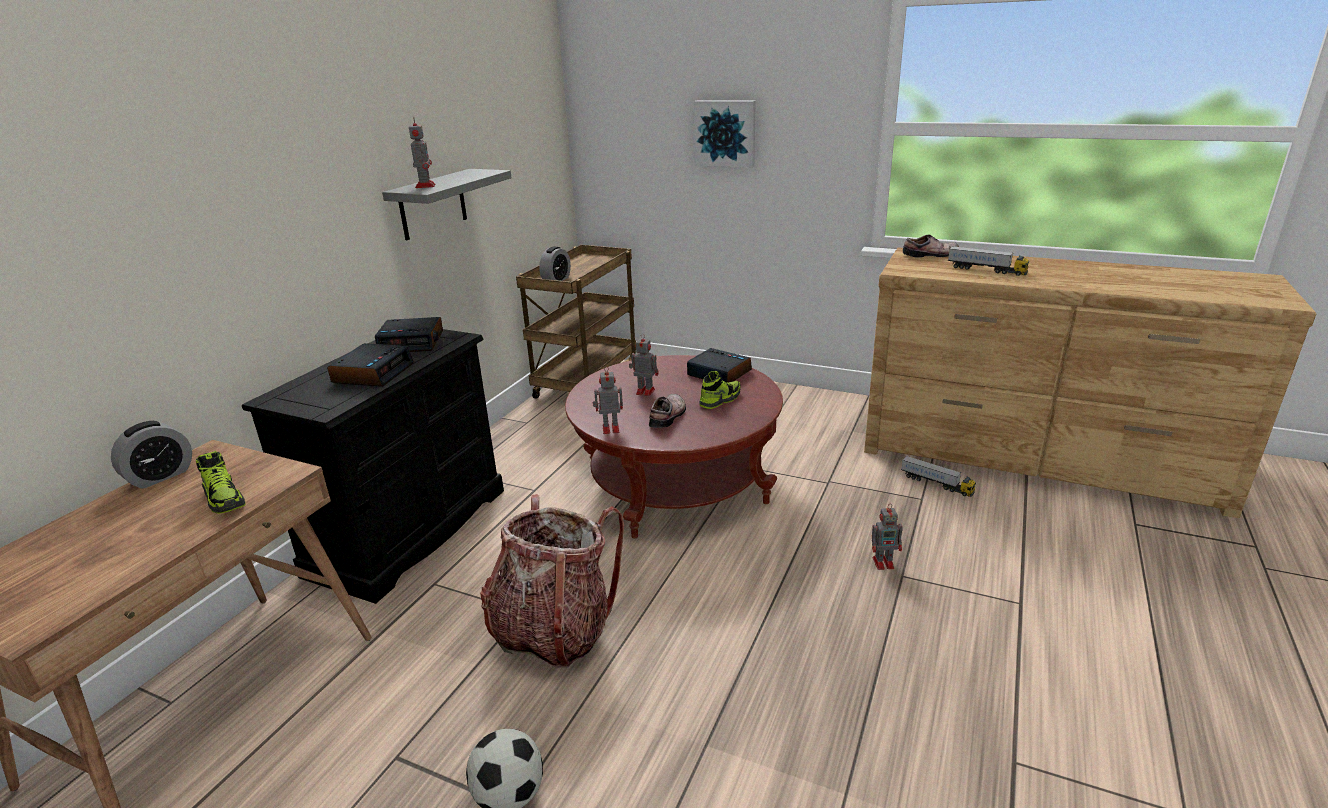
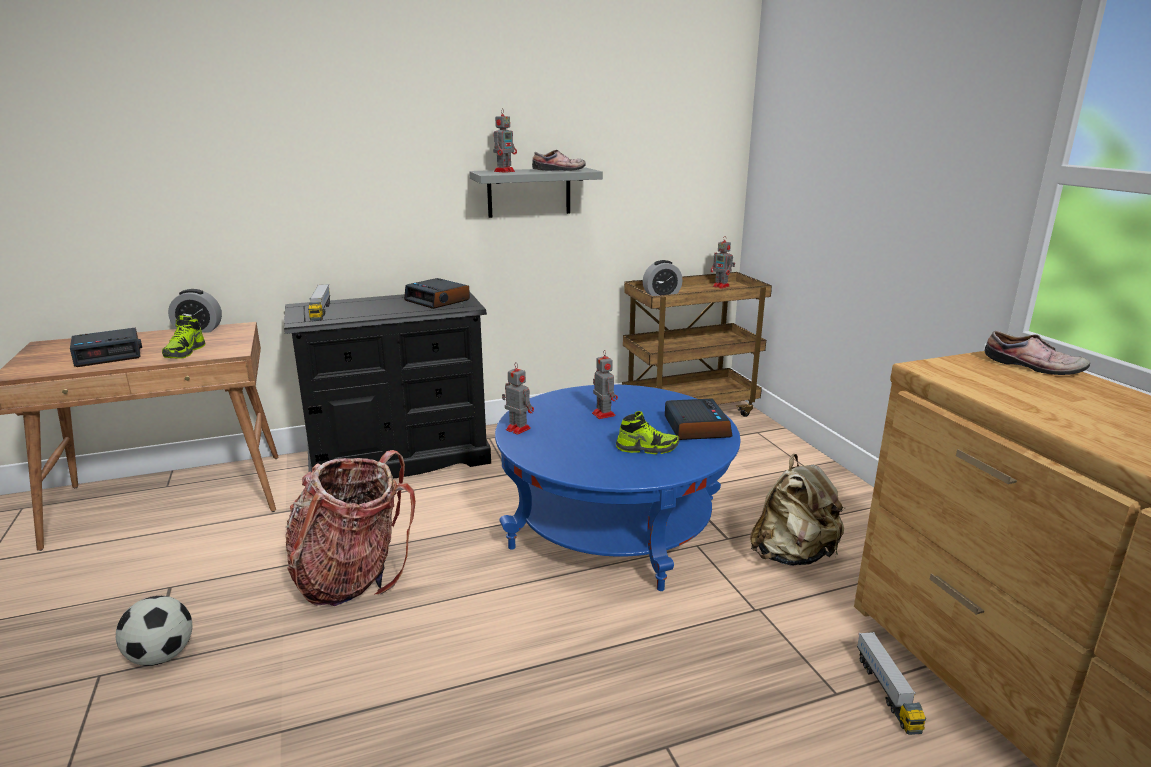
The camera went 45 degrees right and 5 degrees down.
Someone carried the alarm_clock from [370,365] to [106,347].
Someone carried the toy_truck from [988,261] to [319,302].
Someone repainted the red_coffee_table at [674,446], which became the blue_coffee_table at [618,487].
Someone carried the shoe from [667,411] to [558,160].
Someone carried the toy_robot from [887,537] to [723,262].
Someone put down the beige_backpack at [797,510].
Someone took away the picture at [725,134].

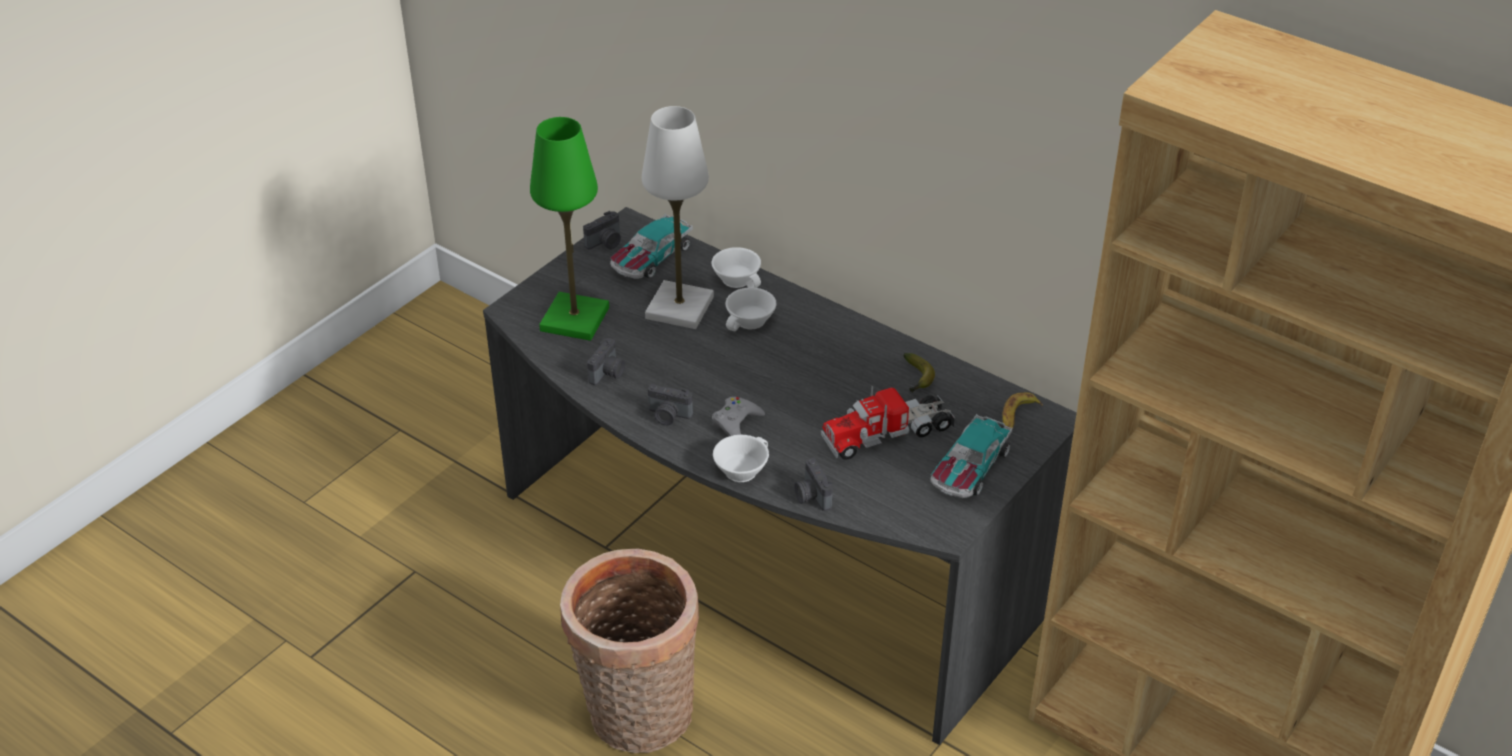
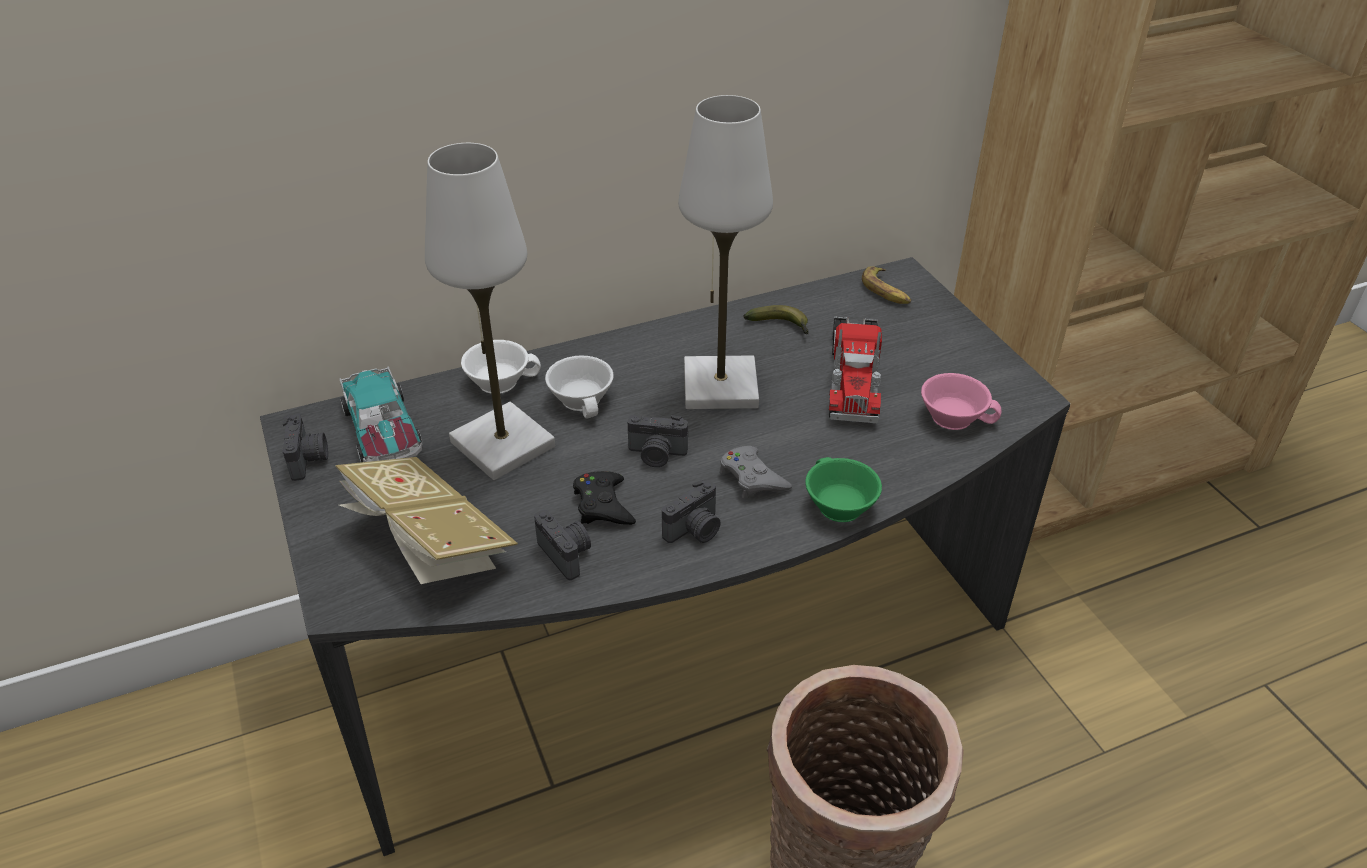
The camera went 60 degrees left and 0 degrees up.
Someone swapped the green_table_lamp at [569,229] for the book at [426,520].
Someone put down the black_game_controller at [604,498].
Someone carried the photo_camera from [813,484] to [658,441].
Someone put down the white_table_lamp at [725,252].
Someone repainted the white_cup at [741,458], which became the green_cup at [843,489].
Someone put down the pink_cup at [961,401].
Someone took away the toy_car at [971,456].

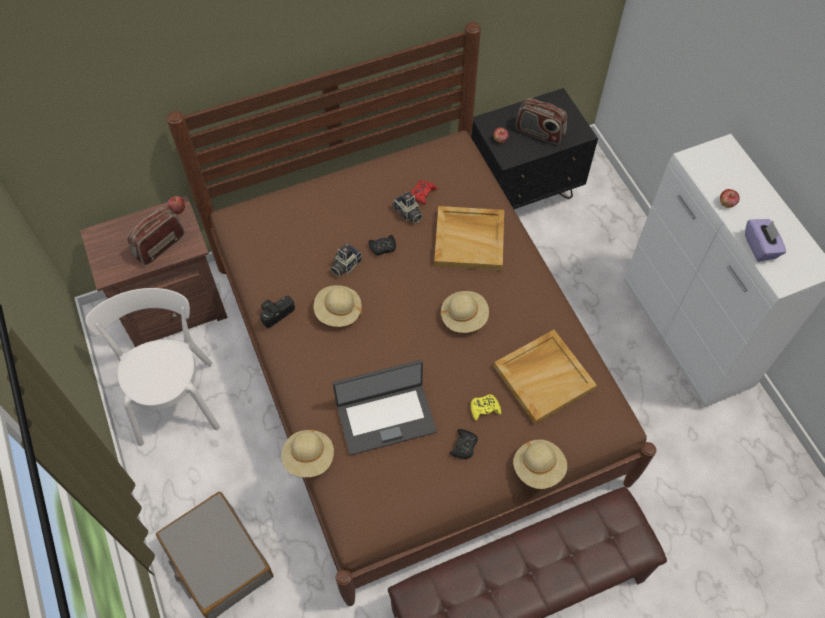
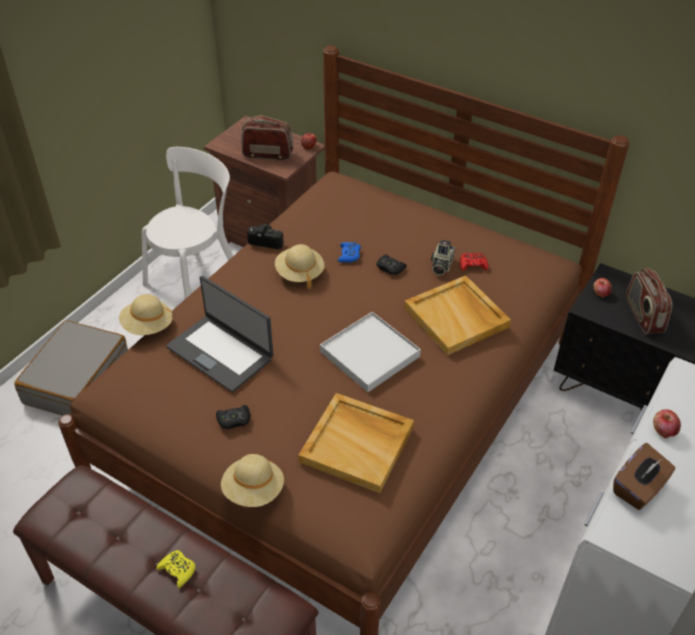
The camera went 55 degrees right and 15 degrees down.
Someone carried the yellow_game_controller from [486,407] to [175,569].
Someone swapped the beige_hat at [464,312] for the white_tray at [370,352].
Someone swapped the photo_camera at [346,260] for the blue_game_controller at [349,252].
Someone repainted the purple_tissue_box at [765,240], which became the brown_tissue_box at [644,476].

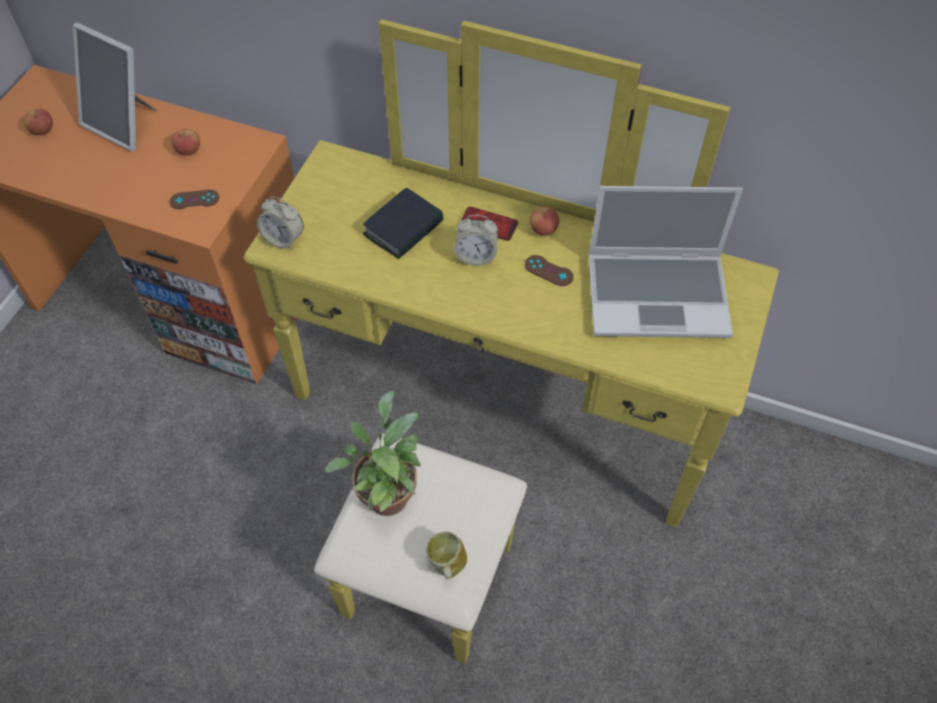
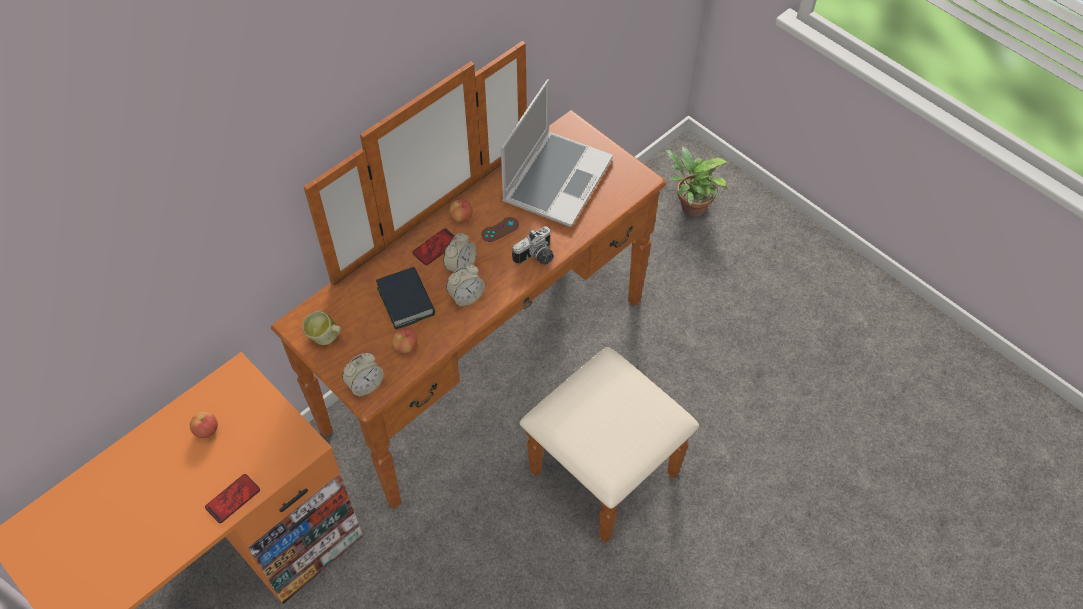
The camera went 65 degrees left and 0 degrees up.
Someone put down the phone at [232,498].
Someone repainted the yellow_dresser at [511,341], which became the brown_dresser at [485,292].
Someone carried the mug from [446,555] to [321,328].
Someone carried the apple from [38,122] to [405,340].
Someone put down the alarm_clock at [465,285].
Someone put down the photo_camera at [533,245].
Someone carried the potted_plant from [373,453] to [697,182].
Someone took away the picture_frame at [115,87].
Someone took away the brown_game_controller at [194,199].

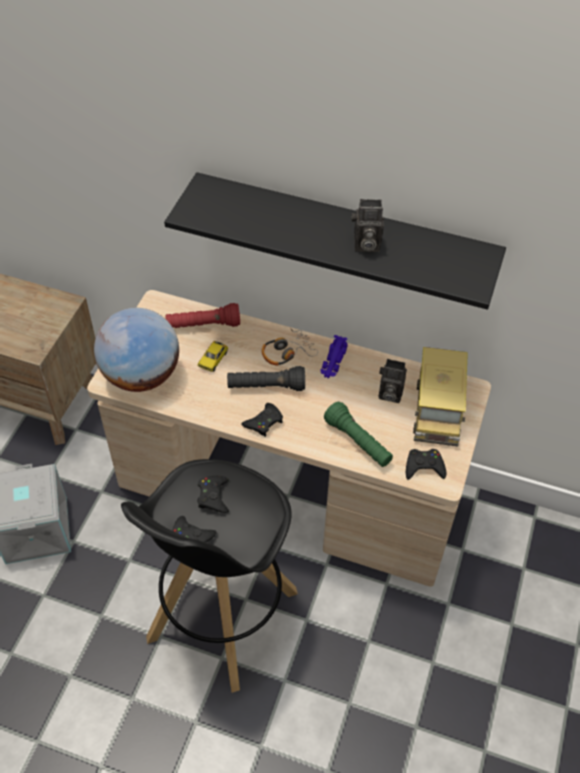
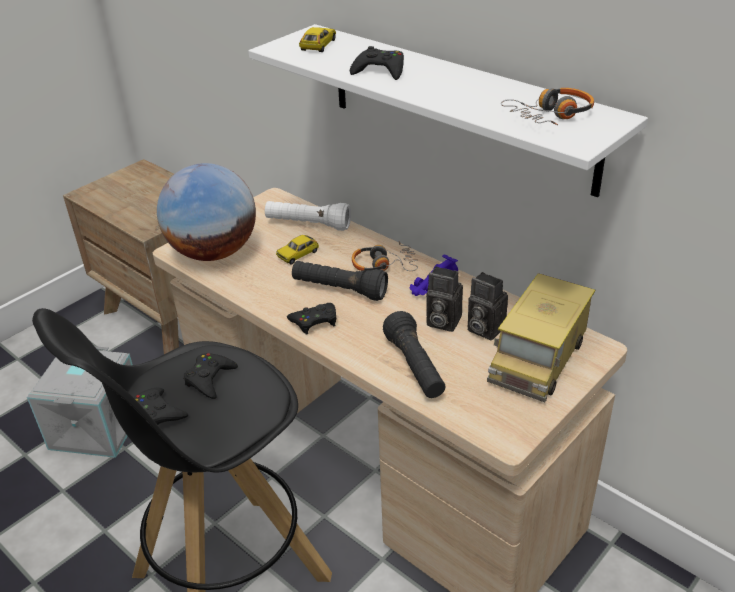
The camera went 25 degrees right and 15 degrees down.
Someone repainted the black_shelf at [335,241], which became the white_shelf at [448,111].
Someone repainted the red_flashlight at [202,315], which became the white_flashlight at [308,216].
Someone put down the toy_car at [317,39].
Someone carried the black_game_controller from [426,464] to [377,63].
Someone repainted the green_flashlight at [358,434], which became the black_flashlight at [414,354].
Someone carried the photo_camera from [367,225] to [444,299].
Someone put down the headphones at [547,106].

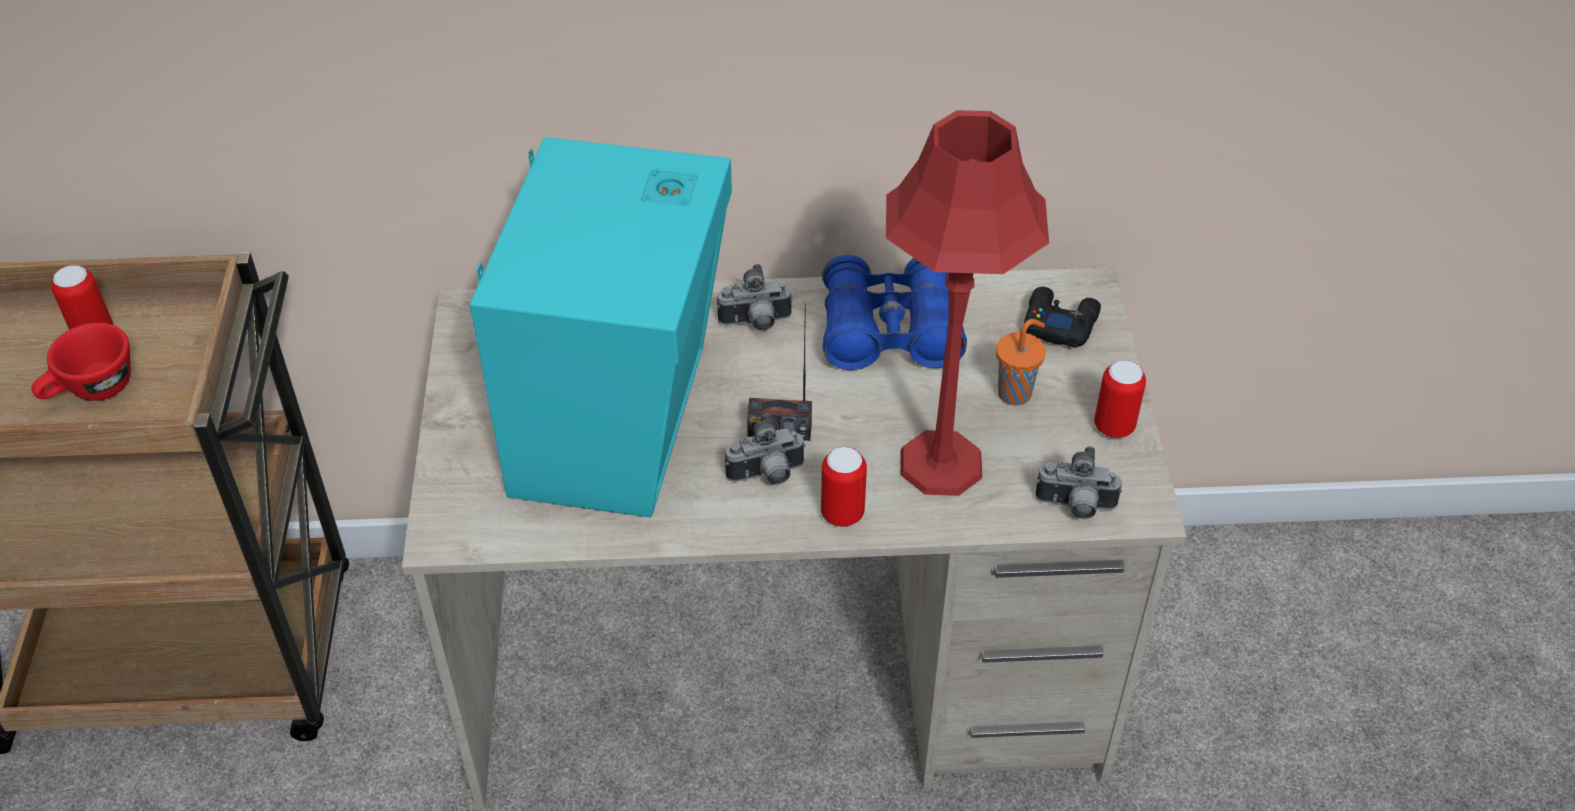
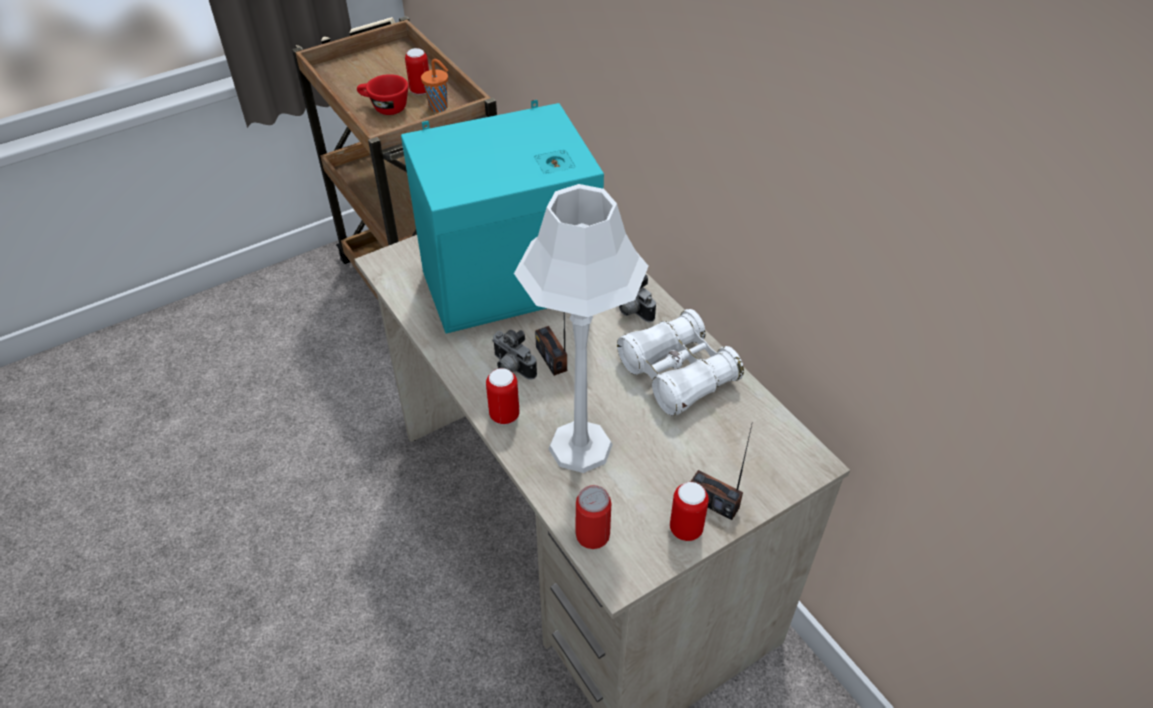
The camera went 60 degrees right and 0 degrees up.
Someone carried the orange_cup from [1021,362] to [434,85].
Someone repainted the red_table_lamp at [967,303], which became the white_table_lamp at [581,328].
Someone swapped the photo_camera at [1078,482] for the can at [593,517].
Someone repainted the blue_binoculars at [894,312], which became the white_binoculars at [680,362].
Someone put down the radio at [721,472].
Someone took away the black_game_controller at [1062,317].

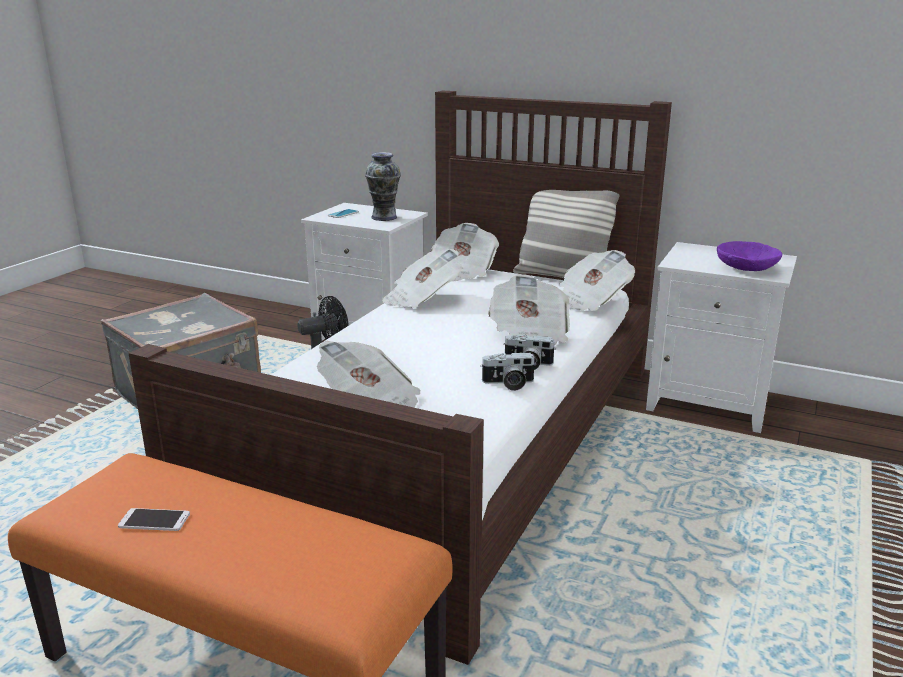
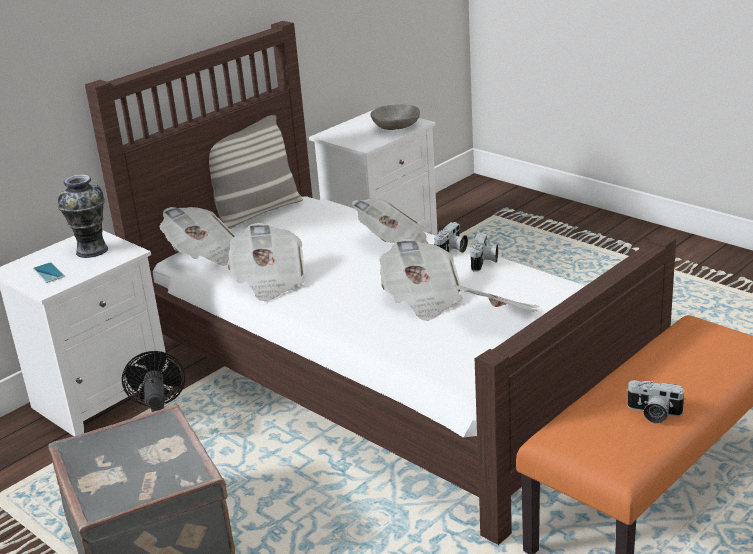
The camera went 70 degrees left and 5 degrees up.
Someone repainted the purple_bowl at [749,256], which became the grey_bowl at [395,117].
Someone carried the newspaper from [597,280] to [421,279].
Someone swapped the phone at [154,519] for the photo_camera at [656,402].

